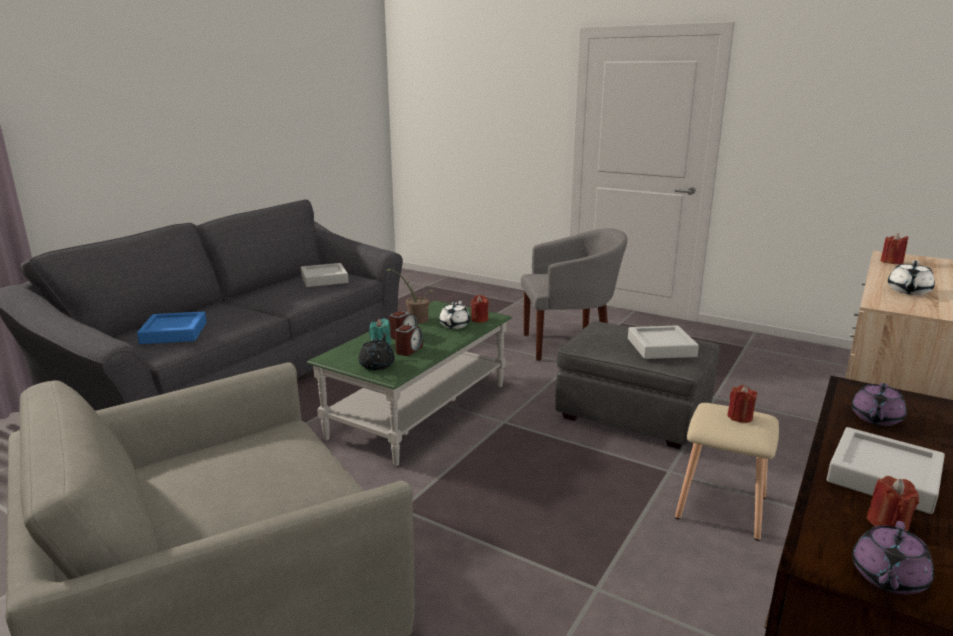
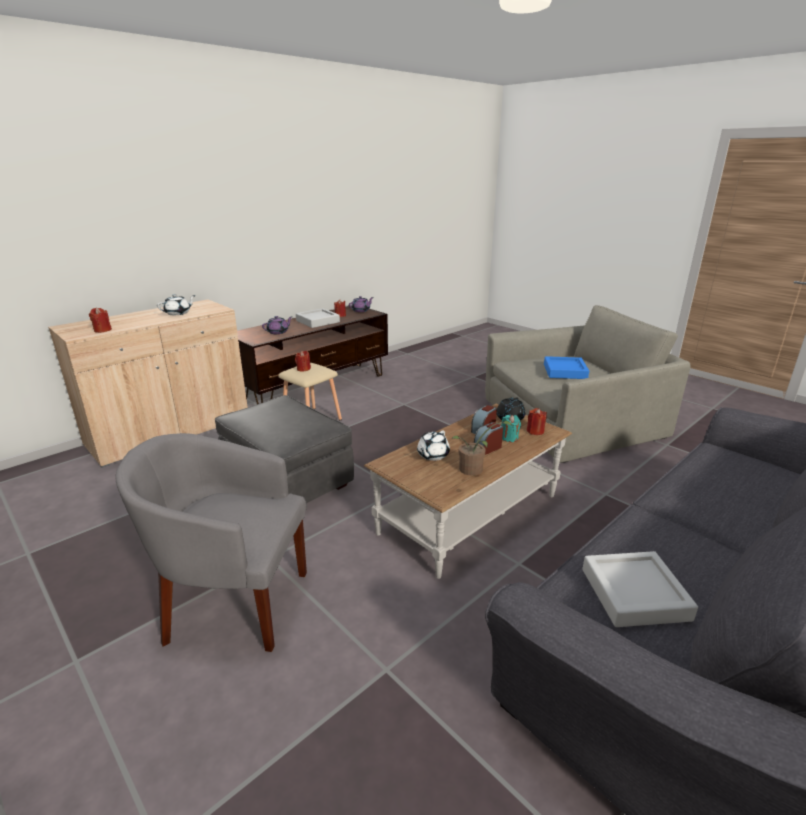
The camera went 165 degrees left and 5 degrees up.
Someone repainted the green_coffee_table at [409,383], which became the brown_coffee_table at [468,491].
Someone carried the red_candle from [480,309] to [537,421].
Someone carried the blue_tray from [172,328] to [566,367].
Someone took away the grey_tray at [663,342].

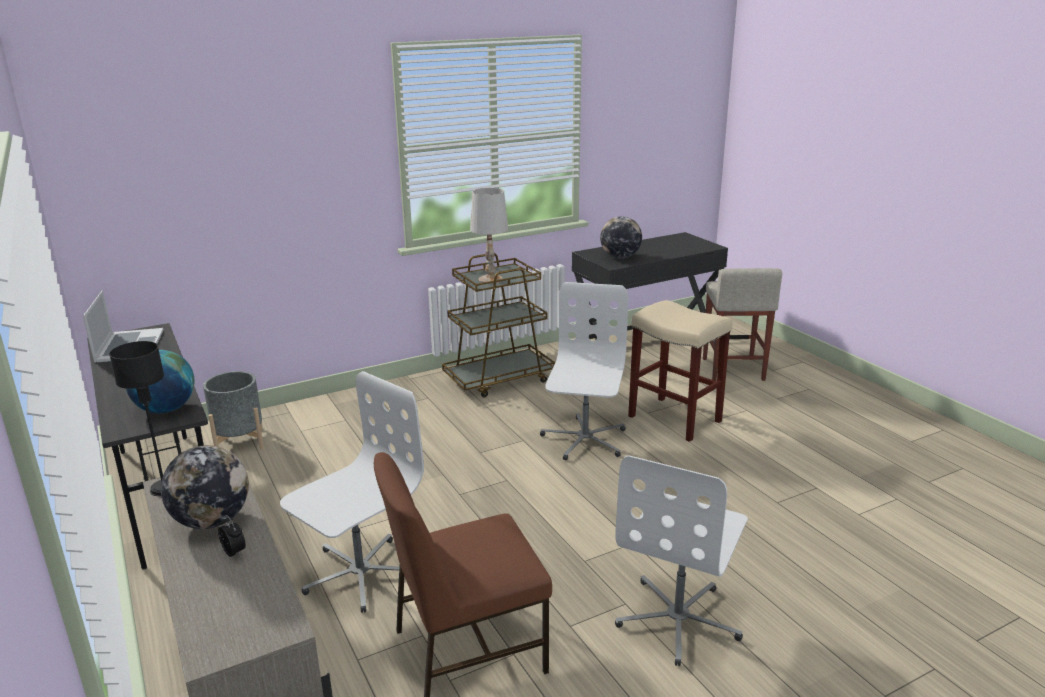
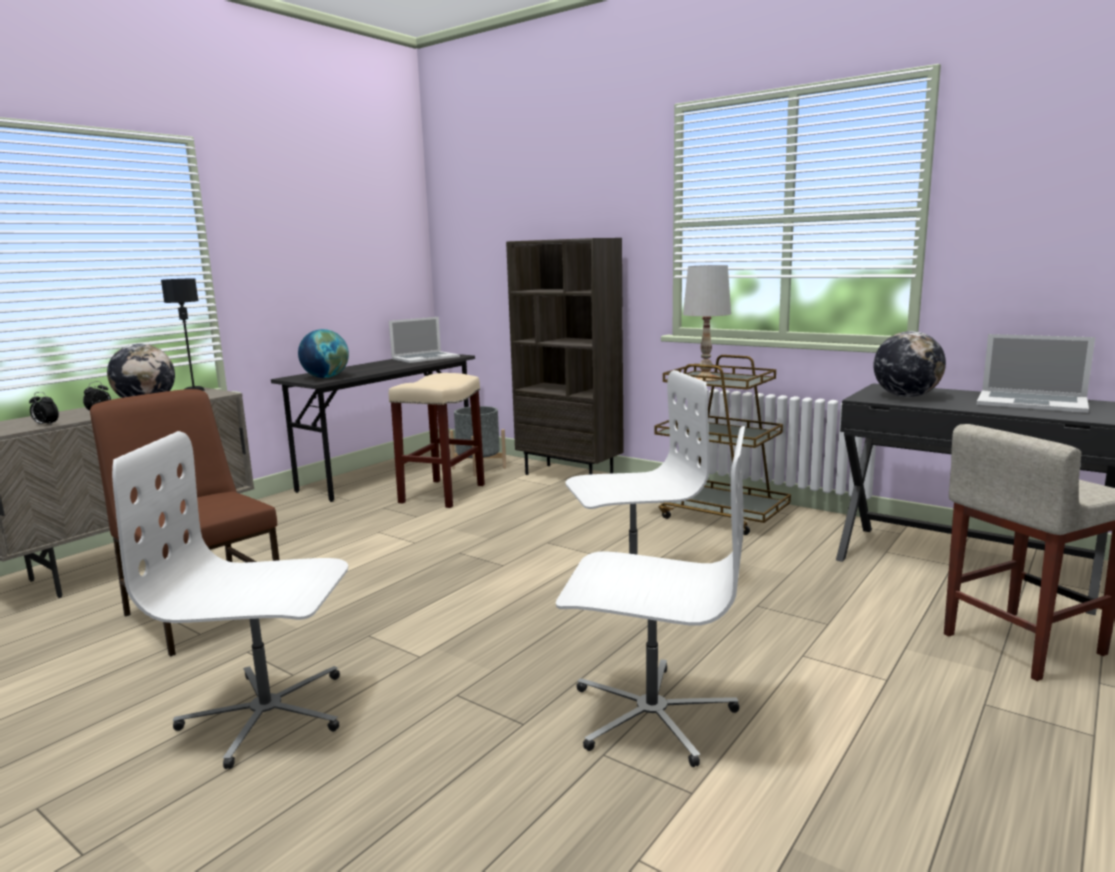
The camera went 65 degrees right and 10 degrees down.
Someone put down the alarm_clock at [44,408].
Someone carried the beige_stool from [680,371] to [437,440].
Someone put down the brown_bookcase at [565,356].
Someone carried the white_office_chair from [352,492] to [650,596].
Someone put down the laptop at [1036,373].

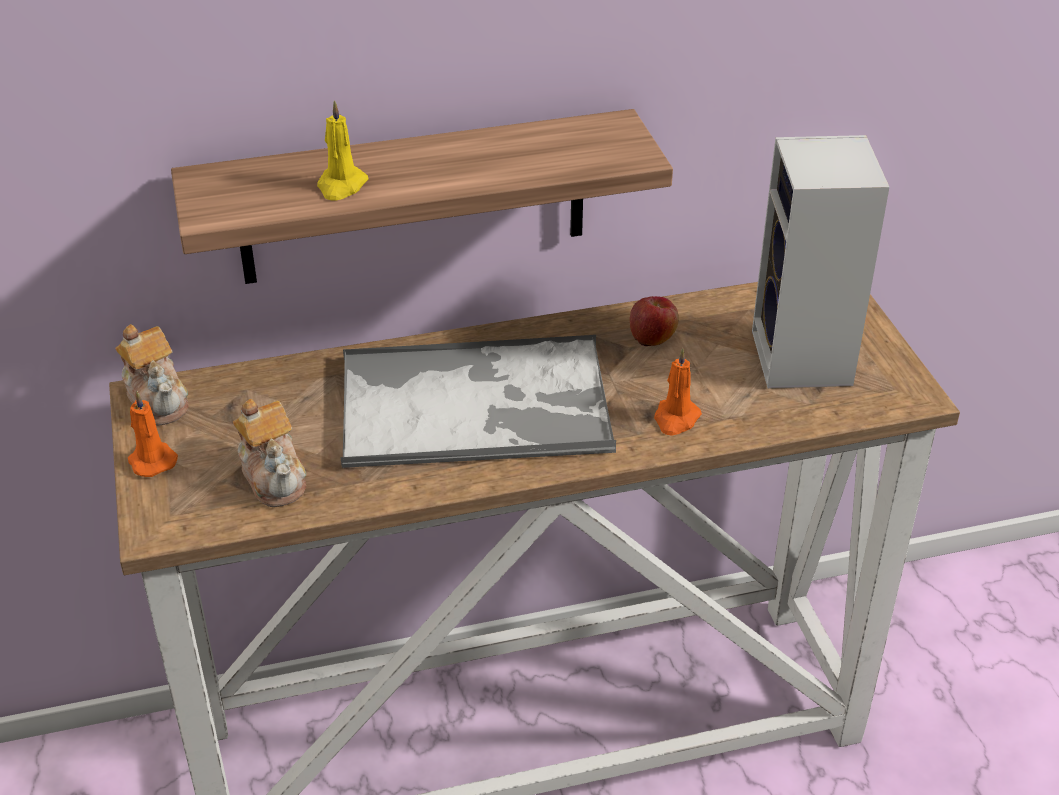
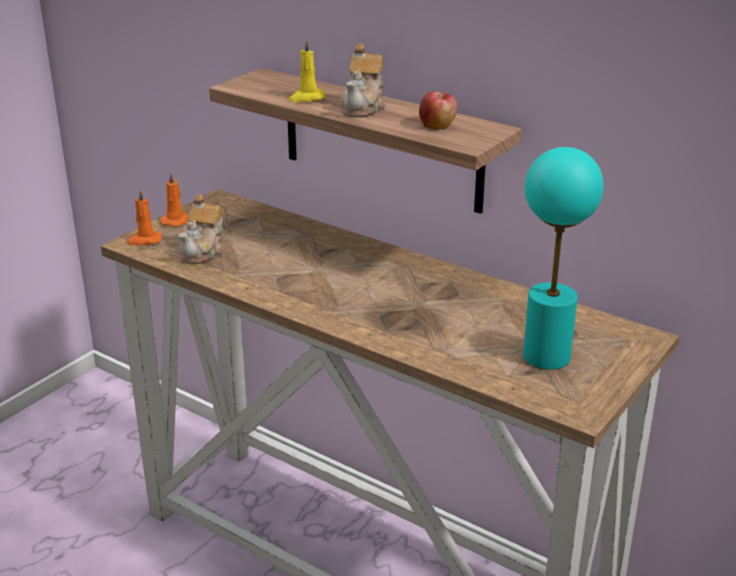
The camera went 50 degrees right and 10 degrees down.
Someone carried the orange_candle from [678,392] to [144,217].
Someone carried the teapot from [152,375] to [363,80].
Someone carried the apple from [654,321] to [438,110].
Someone swapped the speaker at [820,262] for the turquoise_table_lamp at [563,258].
Someone took away the tray at [478,401].

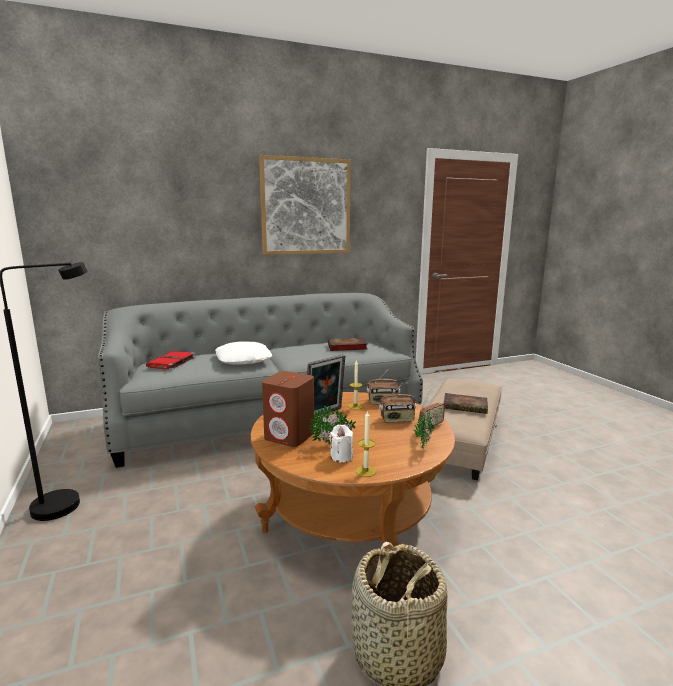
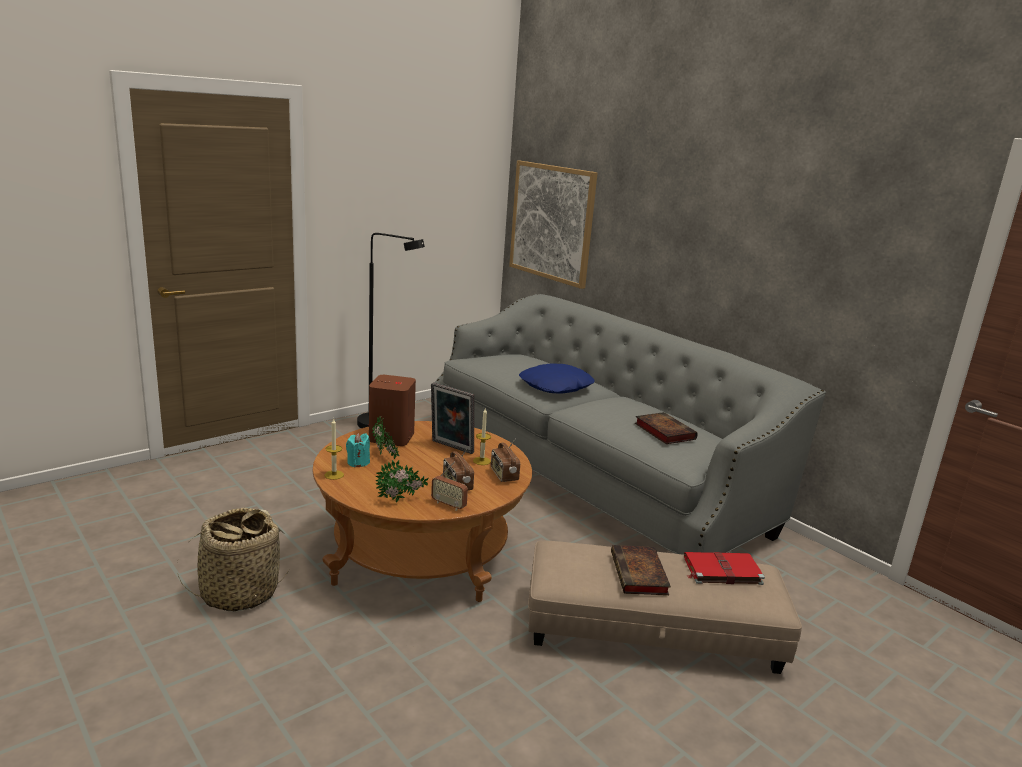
The camera went 70 degrees right and 5 degrees up.
Someone repainted the white_candle at [341,444], which became the turquoise_candle at [358,450].
Someone carried the picture from [305,205] to [553,225].
Someone repainted the white_pillow at [243,353], which became the blue_pillow at [557,379].
Someone carried the red_book from [171,361] to [724,568].

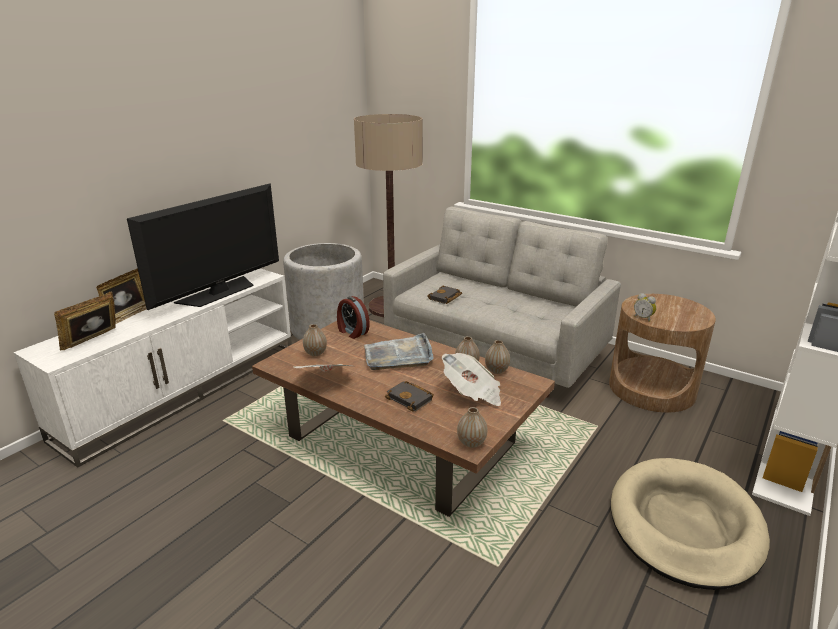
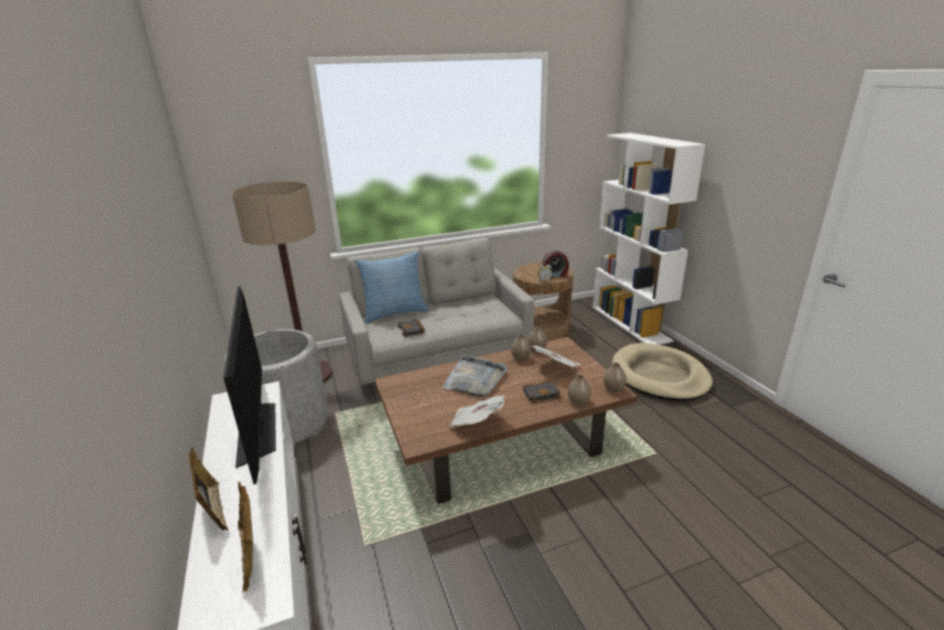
The camera went 55 degrees left and 0 degrees up.
Someone put down the pillow at [392,287].
Someone carried the alarm_clock from [353,317] to [555,264].
Someone carried the vase from [315,340] to [579,389].

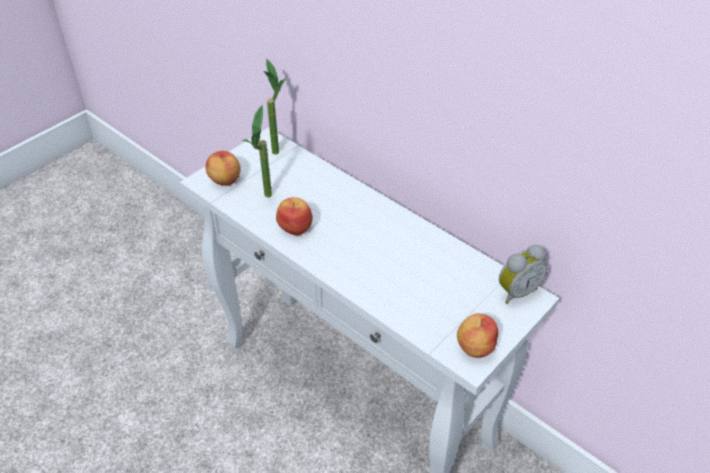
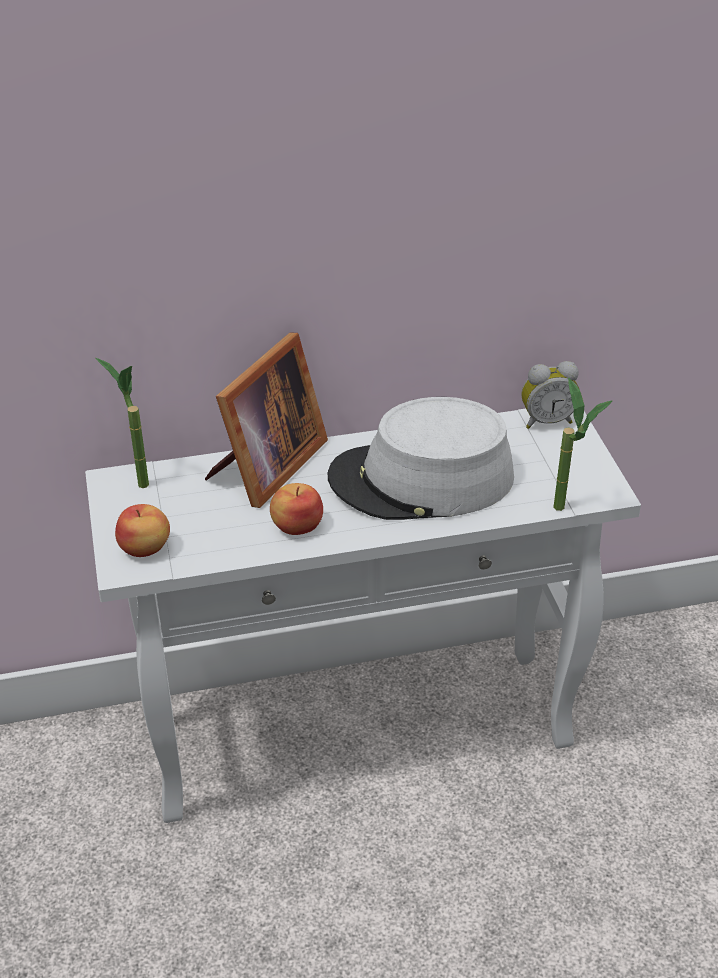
The camera went 55 degrees left and 5 degrees down.
Someone put down the picture_frame at [266,420].
Someone put down the grey_hat at [421,458].
Someone rotated the alarm_clock at [523,274] by 75 degrees clockwise.
Someone carried the potted_plant from [257,151] to [583,444].
Someone took away the apple at [477,336].

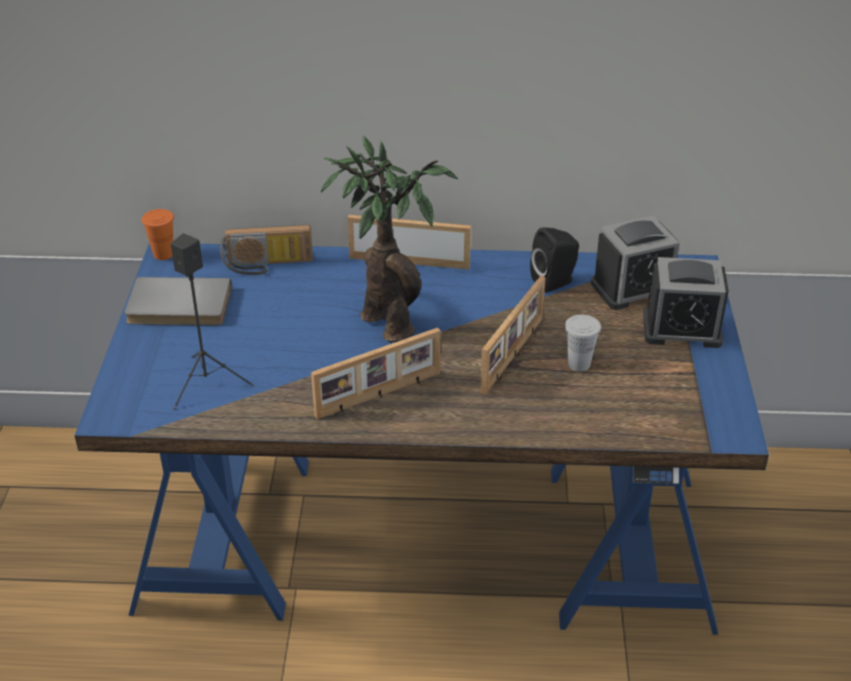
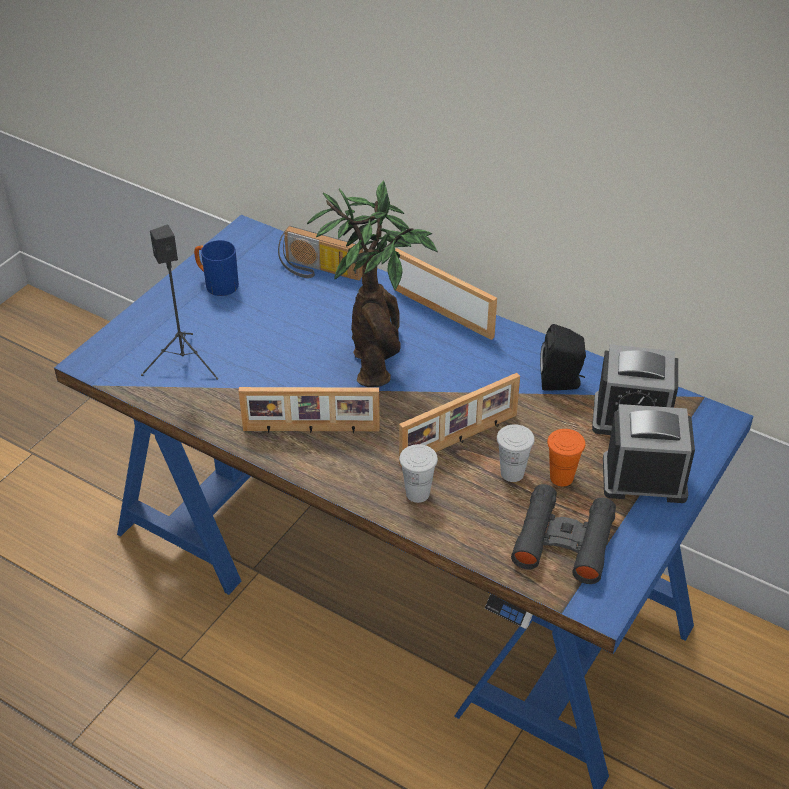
The camera went 30 degrees right and 5 degrees up.
Someone swapped the grey_book at [178,301] for the blue_mug at [216,268].
Someone put down the white_cup at [418,473].
Someone put down the black_binoculars at [563,534].
Someone carried the orange_cup from [158,234] to [566,457].
Someone rotated the alarm_clock at [686,302] by 150 degrees clockwise.

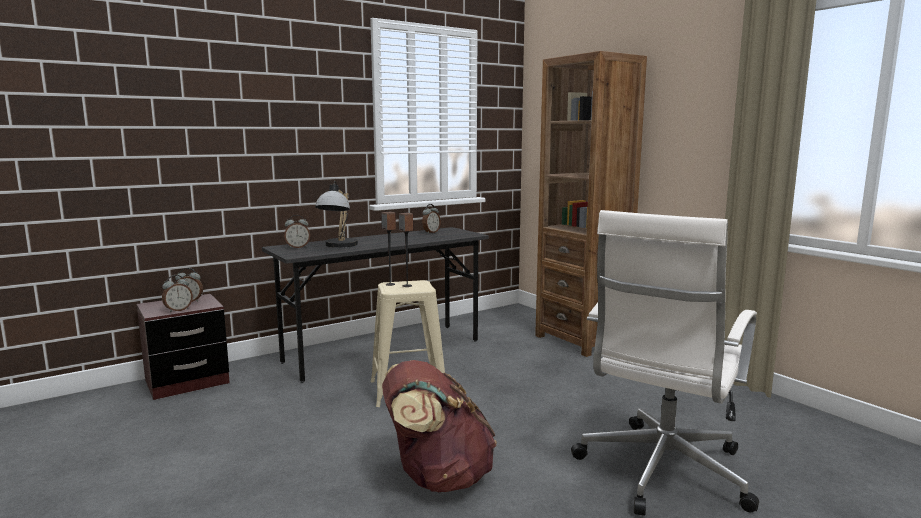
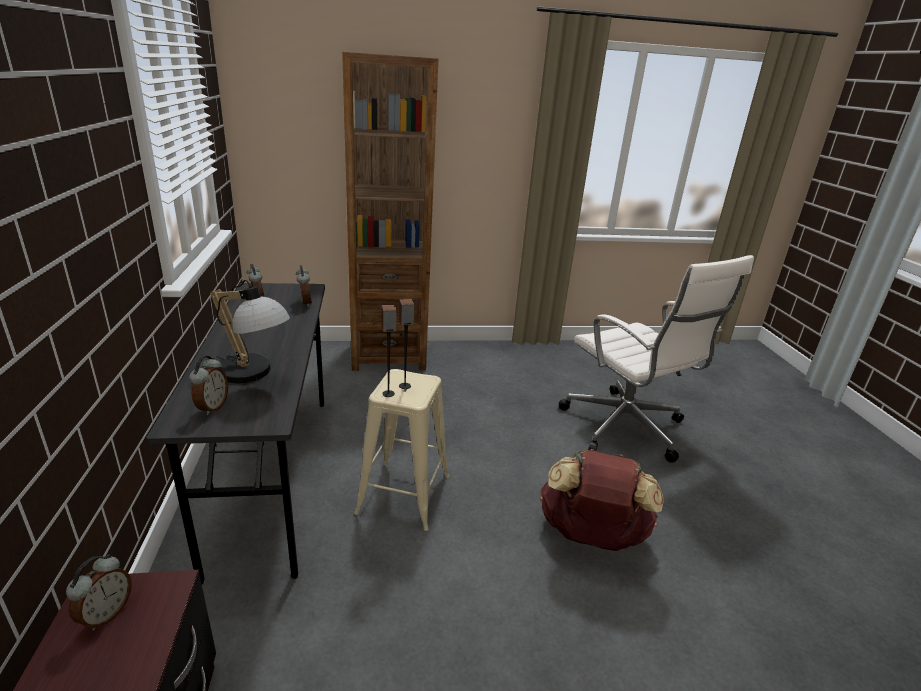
The camera went 65 degrees left and 15 degrees up.
Someone carried the alarm_clock from [177,294] to [304,286].

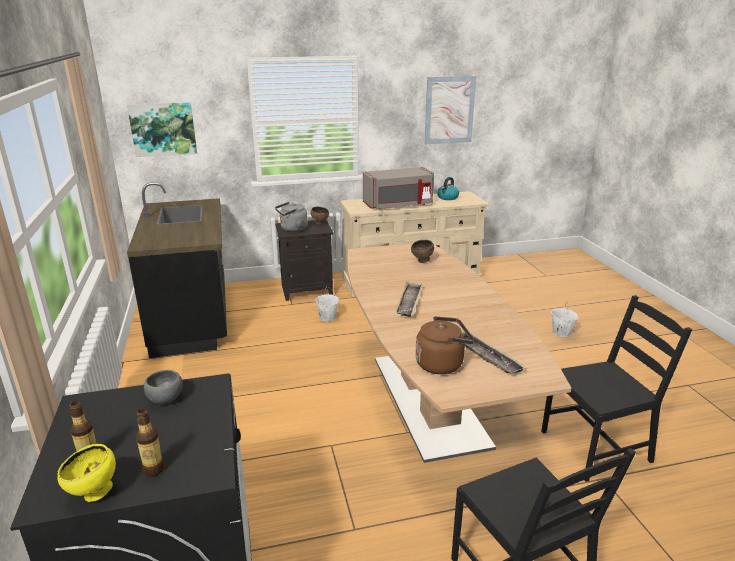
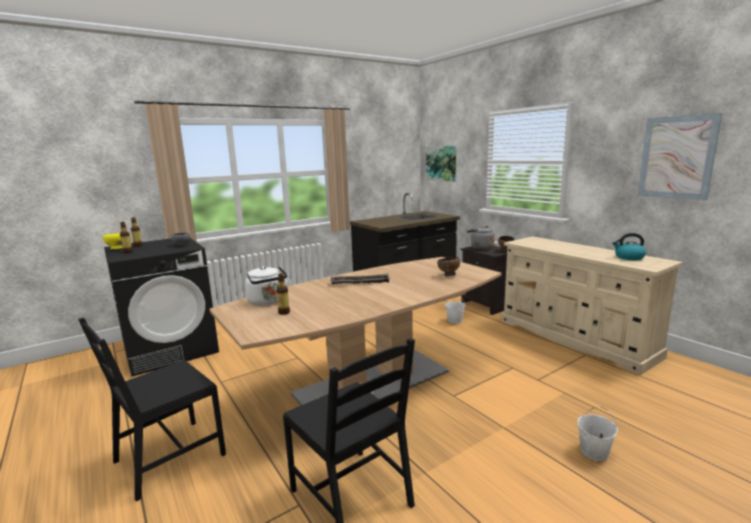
The camera went 70 degrees right and 10 degrees down.
Someone repainted the brown_kettle at [444,345], which became the white_kettle at [267,285].
Someone swapped the tray at [494,353] for the bottle at [283,294].
Someone took away the grey_microwave at [398,188].

